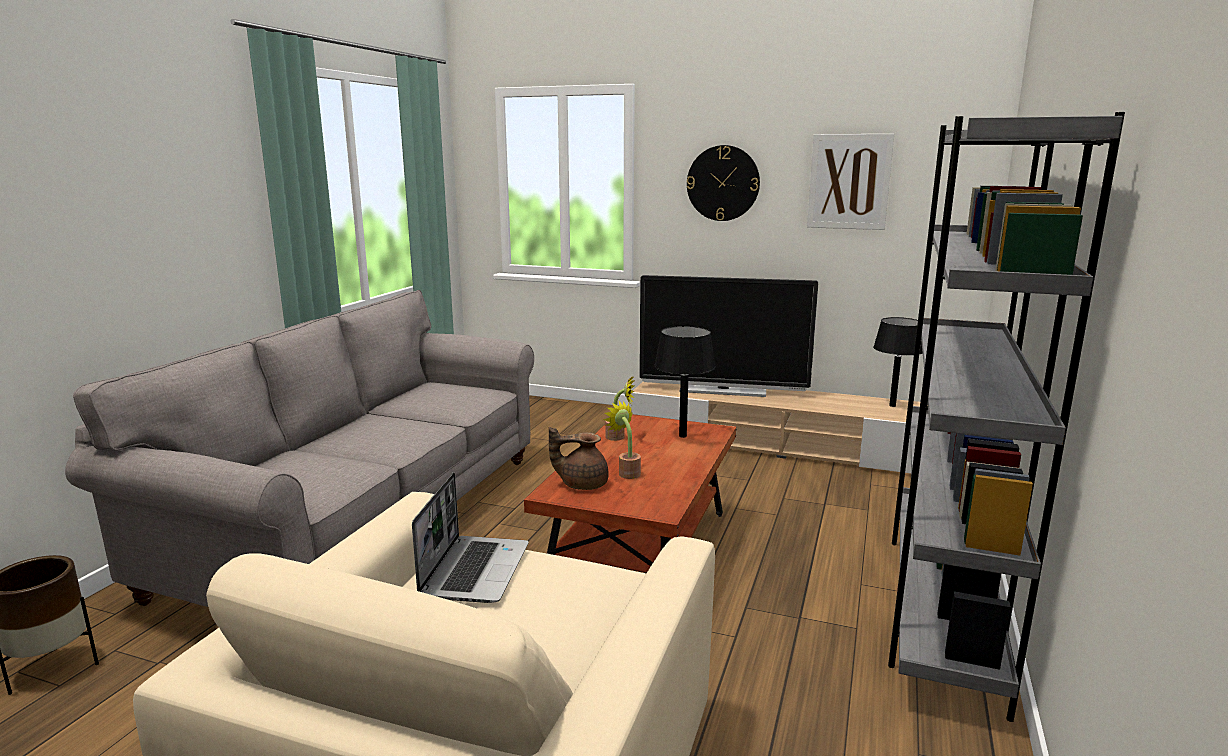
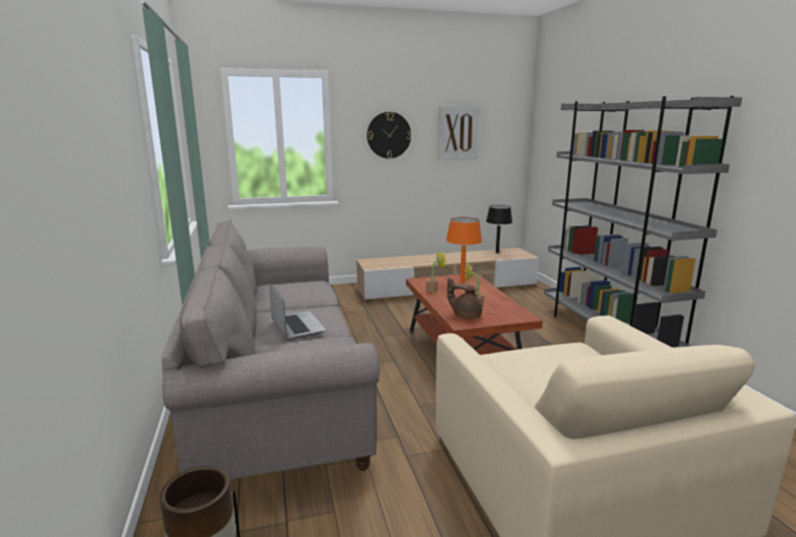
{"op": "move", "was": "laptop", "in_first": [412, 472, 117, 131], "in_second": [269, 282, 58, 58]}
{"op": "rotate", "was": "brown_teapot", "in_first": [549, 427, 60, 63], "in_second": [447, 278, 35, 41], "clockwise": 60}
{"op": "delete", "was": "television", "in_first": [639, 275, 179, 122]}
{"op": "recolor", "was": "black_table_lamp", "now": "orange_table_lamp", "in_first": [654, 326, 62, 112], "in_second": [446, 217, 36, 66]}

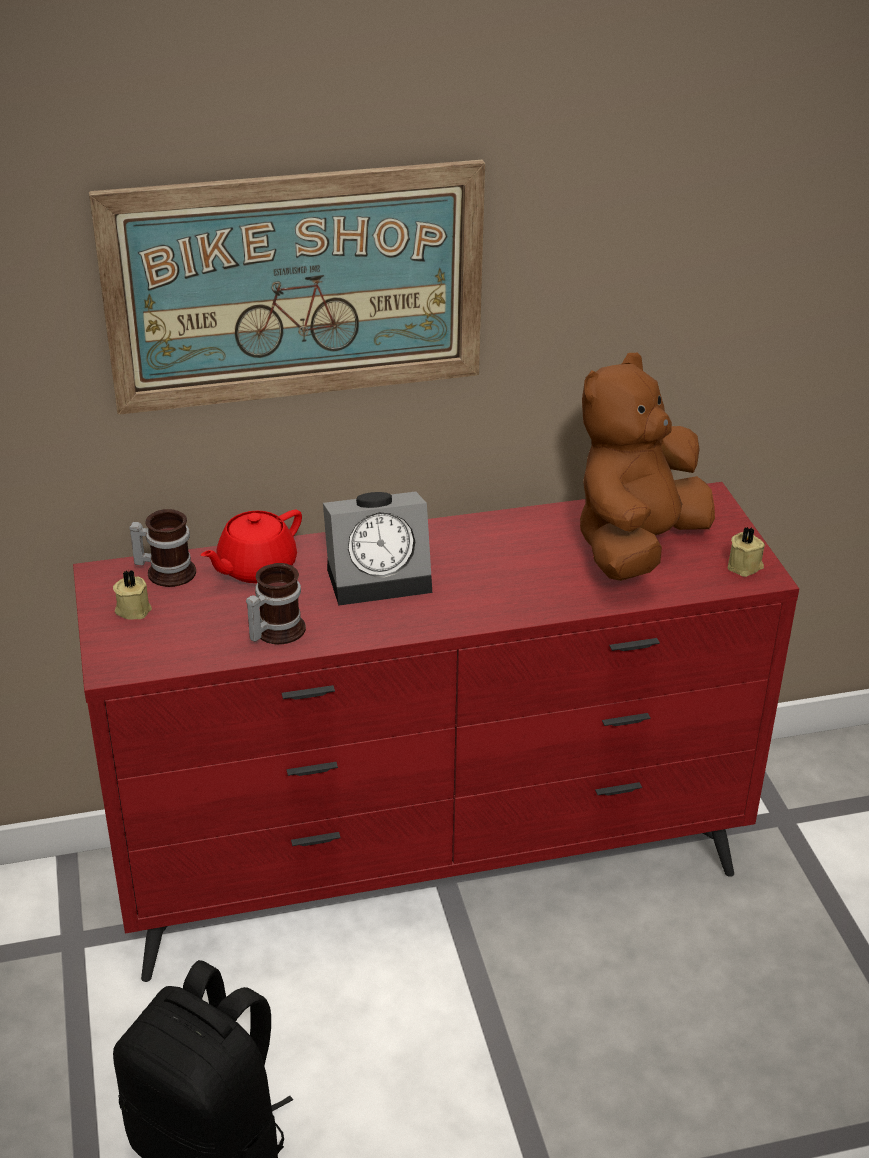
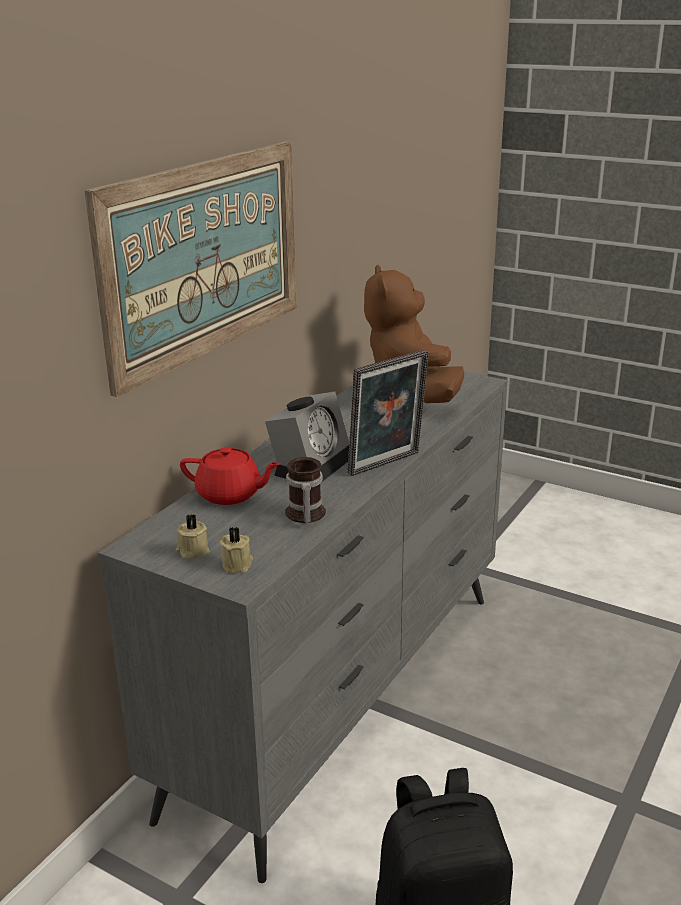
{"op": "recolor", "was": "red_dresser", "now": "grey_dresser", "in_first": [73, 482, 726, 500], "in_second": [98, 372, 409, 511]}
{"op": "delete", "was": "mug", "in_first": [130, 509, 66, 78]}
{"op": "rotate", "was": "red_teapot", "in_first": [201, 510, 101, 73], "in_second": [180, 447, 101, 58], "clockwise": -75}
{"op": "move", "was": "beige_candle", "in_first": [727, 527, 38, 50], "in_second": [220, 527, 33, 46]}
{"op": "insert", "now": "picture_frame", "in_second": [348, 350, 81, 126]}

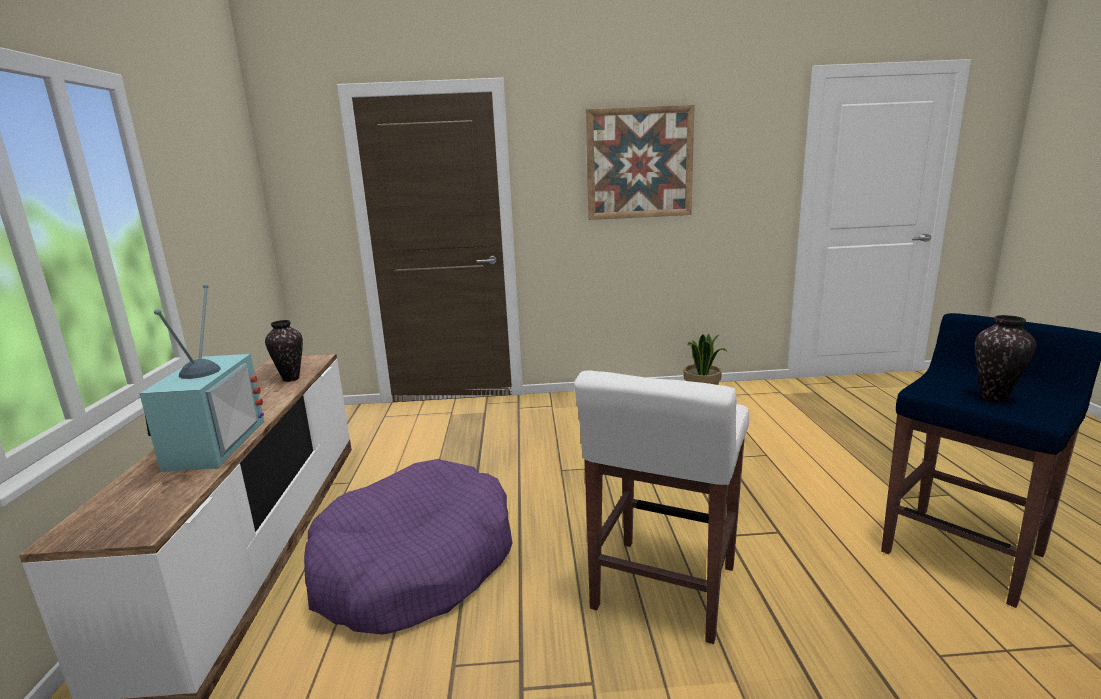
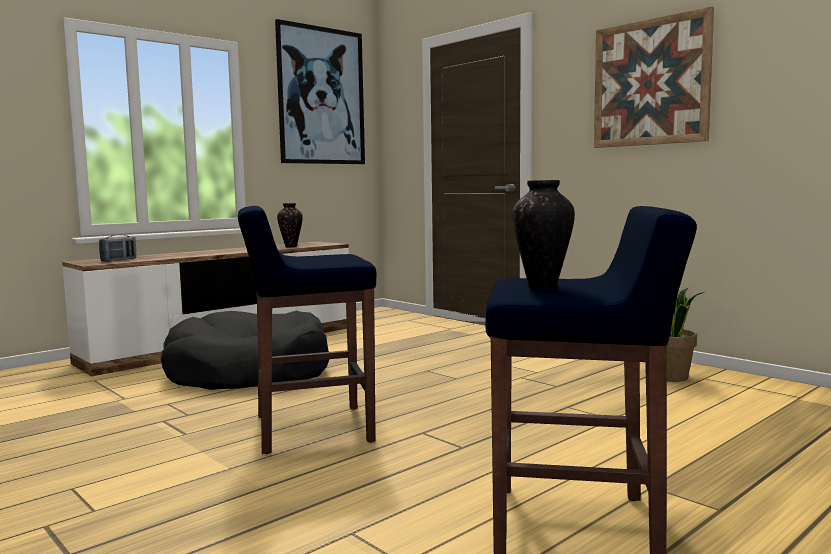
{"op": "delete", "was": "television", "in_first": [139, 284, 125, 188]}
{"op": "recolor", "was": "purple_dog_bed", "now": "black_dog_bed", "in_first": [304, 459, 208, 176], "in_second": [161, 311, 168, 79]}
{"op": "recolor", "was": "white_stool", "now": "blue_stool", "in_first": [574, 371, 175, 273], "in_second": [238, 206, 138, 248]}
{"op": "insert", "now": "radio", "in_second": [99, 235, 37, 27]}
{"op": "insert", "now": "picture", "in_second": [275, 19, 90, 145]}

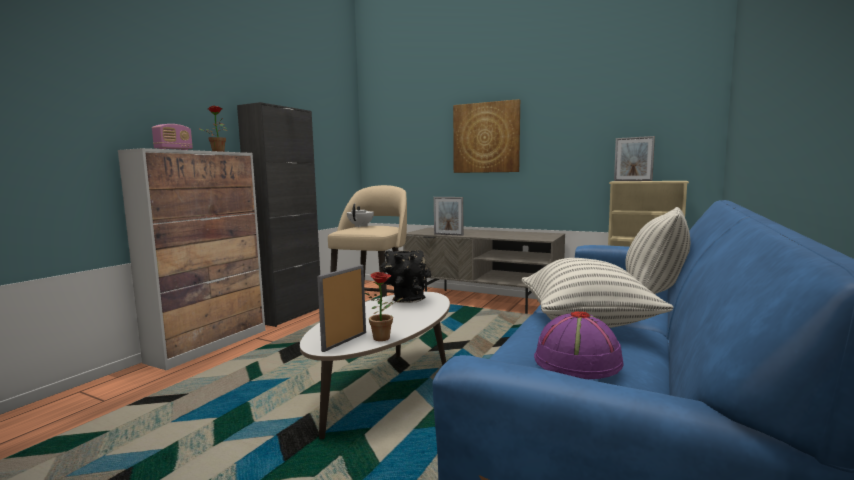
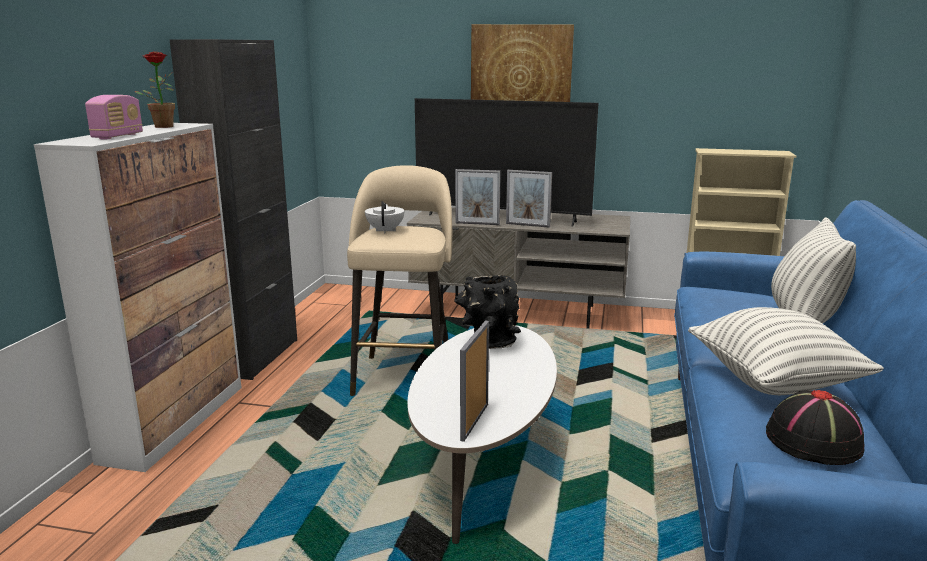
{"op": "delete", "was": "potted_plant", "in_first": [365, 272, 38, 69]}
{"op": "recolor", "was": "purple_hat", "now": "black_hat", "in_first": [534, 311, 90, 68], "in_second": [766, 390, 99, 75]}
{"op": "move", "was": "picture_frame", "in_first": [614, 136, 41, 45], "in_second": [506, 170, 46, 58]}
{"op": "insert", "now": "television", "in_second": [415, 98, 183, 129]}

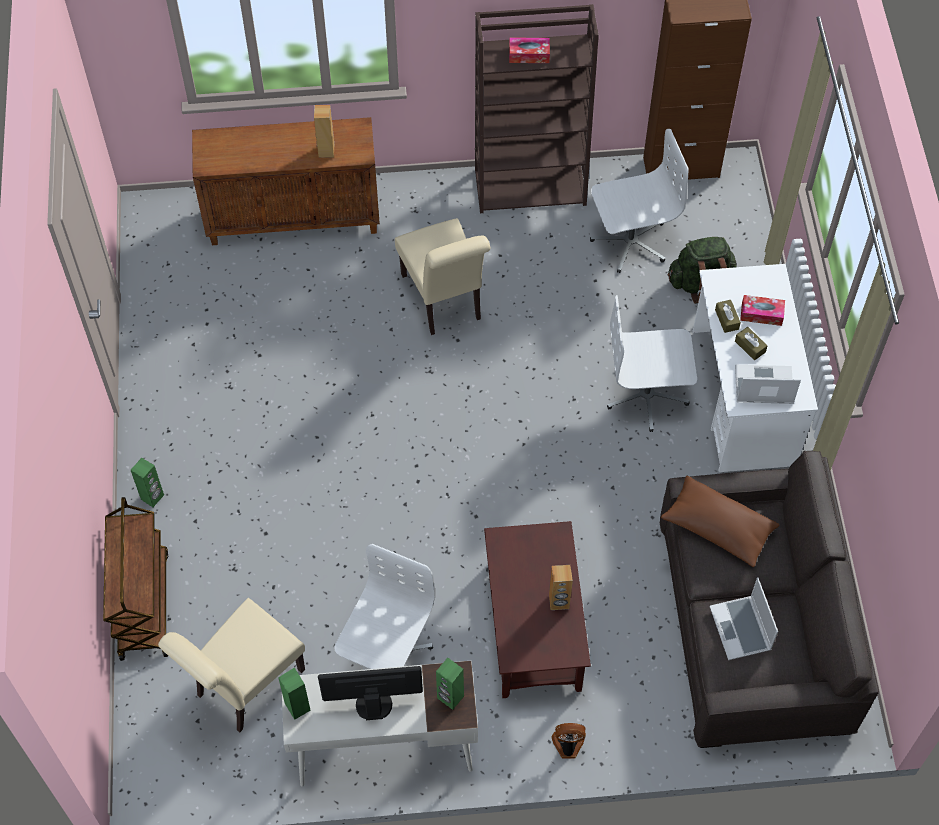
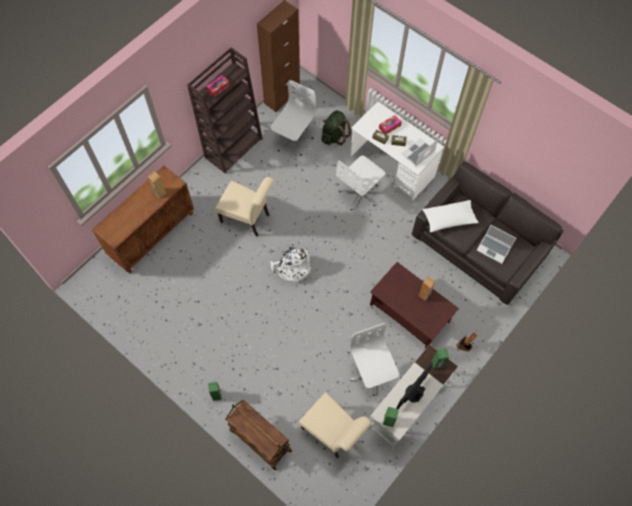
{"op": "rotate", "was": "beige_chair", "in_first": [158, 598, 147, 135], "in_second": [299, 392, 73, 67], "clockwise": -45}
{"op": "recolor", "was": "brown_pillow", "now": "white_pillow", "in_first": [661, 476, 118, 91], "in_second": [423, 200, 55, 32]}
{"op": "insert", "now": "white_backpack", "in_second": [270, 247, 41, 36]}

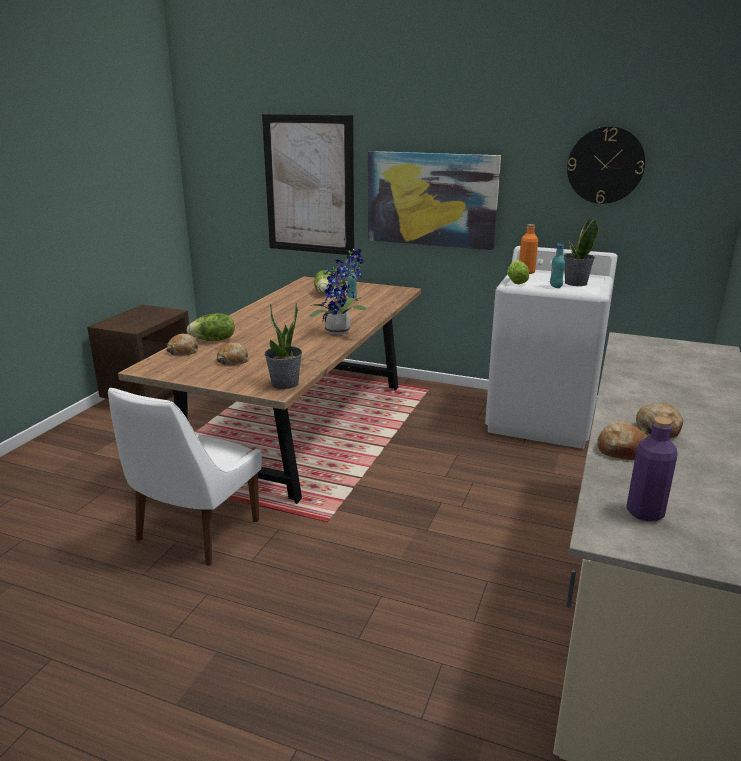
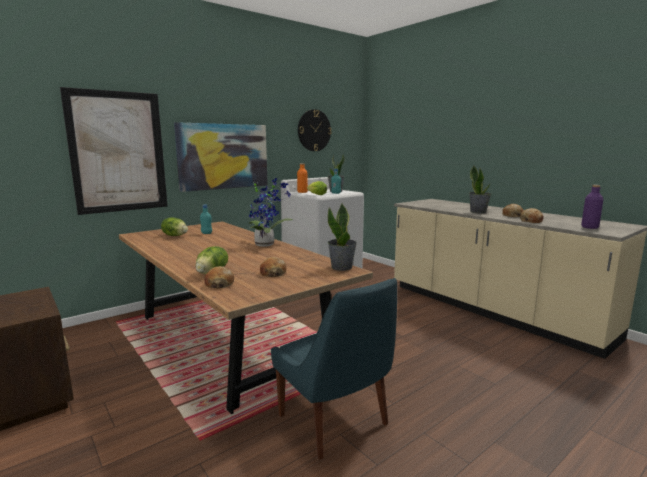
{"op": "recolor", "was": "white_chair", "now": "blue_chair", "in_first": [108, 387, 154, 178], "in_second": [271, 278, 126, 181]}
{"op": "insert", "now": "potted_plant", "in_second": [469, 165, 22, 48]}

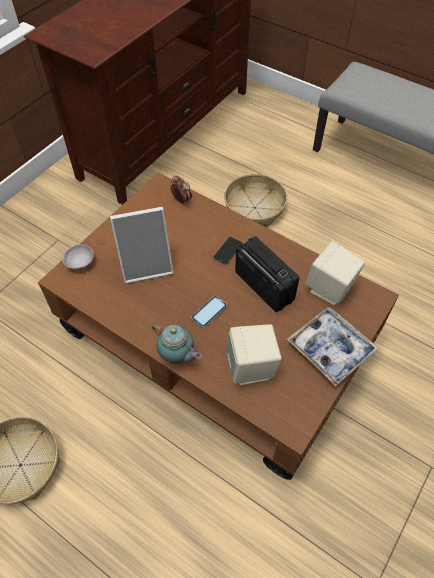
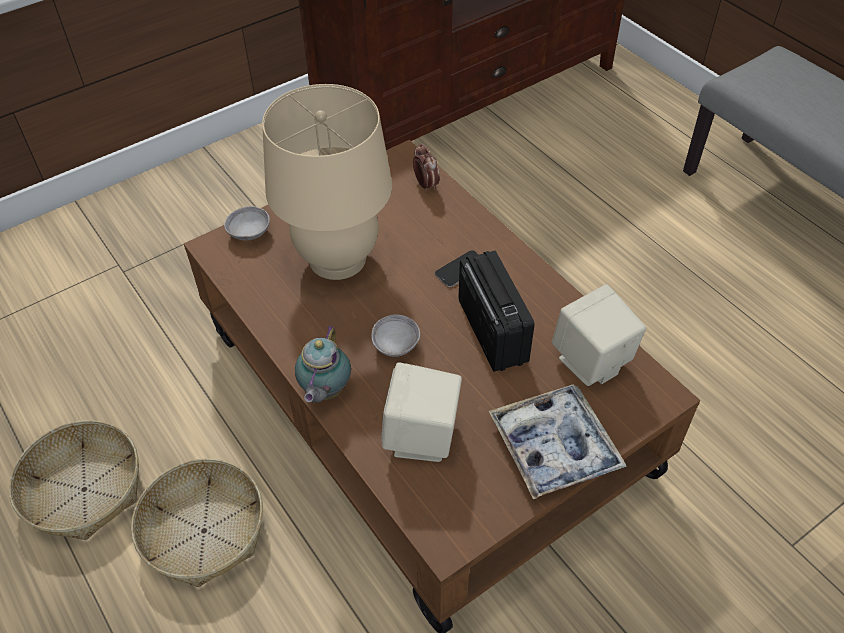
{"op": "replace", "was": "picture_frame", "now": "beige_table_lamp", "in_first": [110, 207, 64, 77], "in_second": [262, 84, 130, 196]}
{"op": "rotate", "was": "teapot", "in_first": [152, 323, 50, 41], "in_second": [295, 325, 56, 78], "clockwise": 45}
{"op": "replace", "was": "phone", "now": "grey_bowl", "in_first": [191, 296, 36, 32], "in_second": [371, 315, 49, 42]}
{"op": "move", "was": "basket", "in_first": [224, 174, 63, 54], "in_second": [131, 458, 132, 129]}

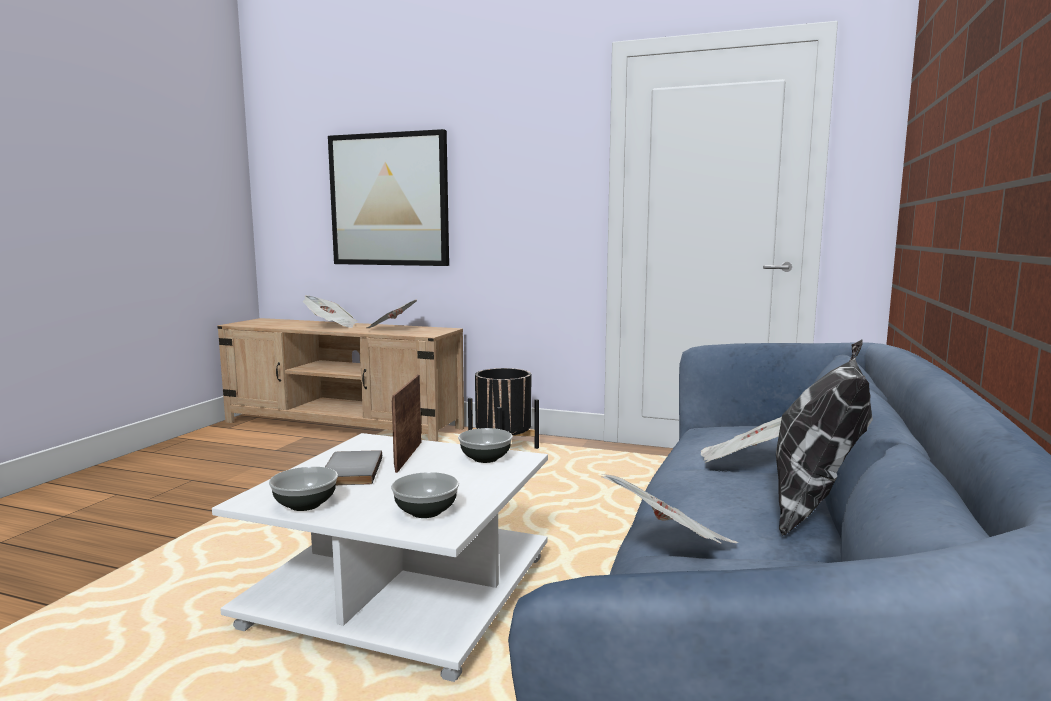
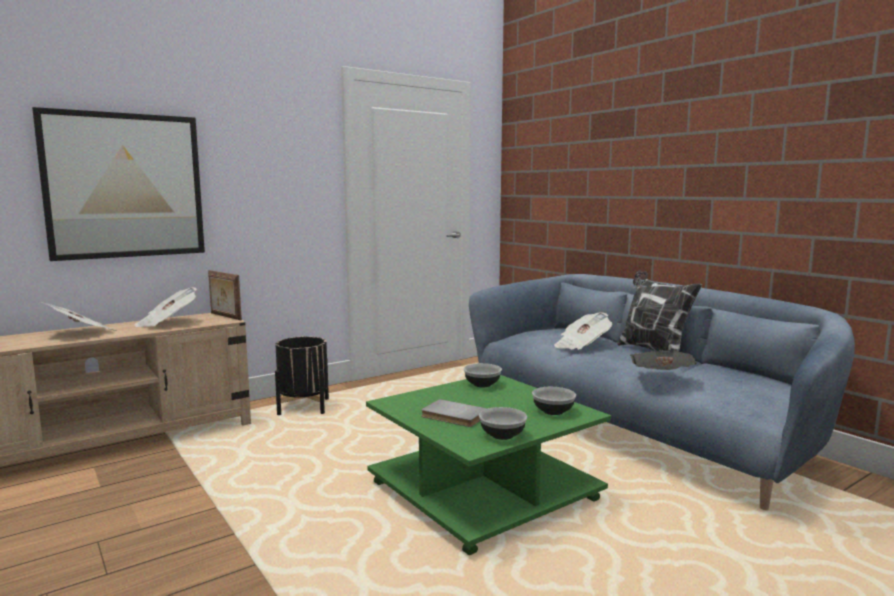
{"op": "recolor", "was": "white_coffee_table", "now": "green_coffee_table", "in_first": [212, 433, 336, 249], "in_second": [366, 375, 245, 180]}
{"op": "move", "was": "picture_frame", "in_first": [392, 375, 29, 98], "in_second": [208, 270, 34, 50]}

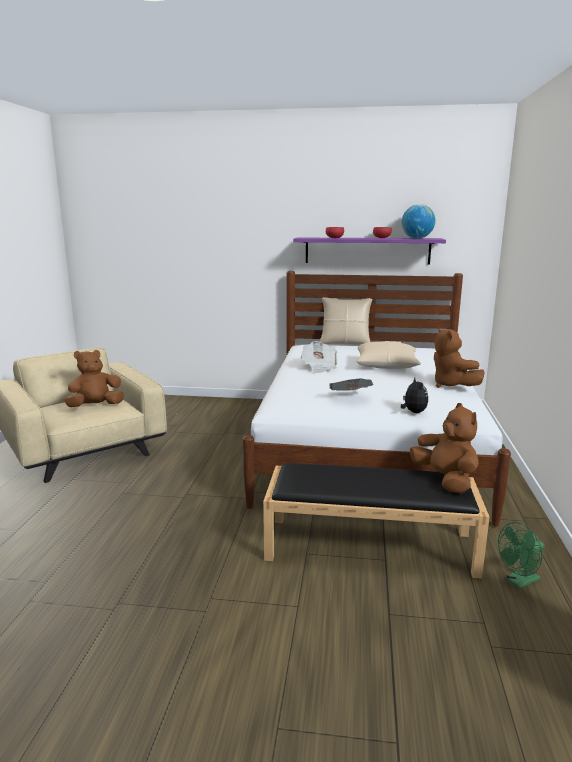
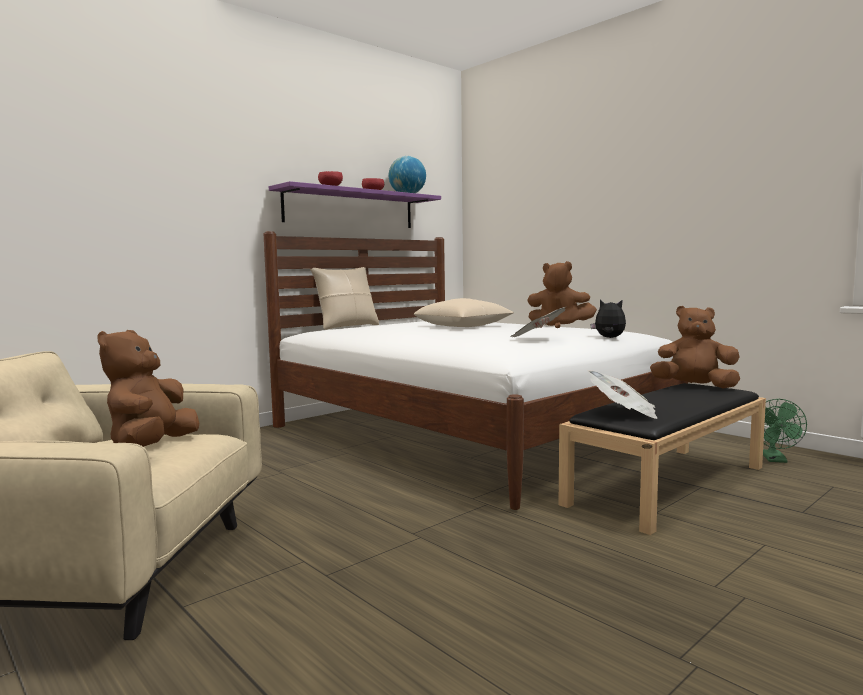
{"op": "move", "was": "newspaper", "in_first": [301, 341, 36, 32], "in_second": [588, 370, 69, 49]}

